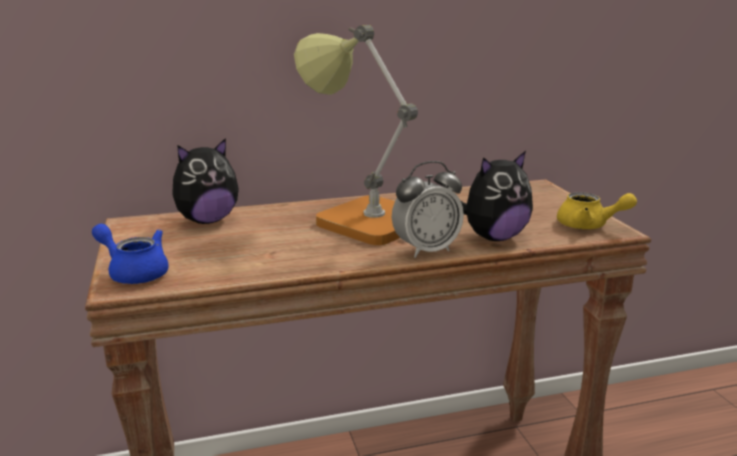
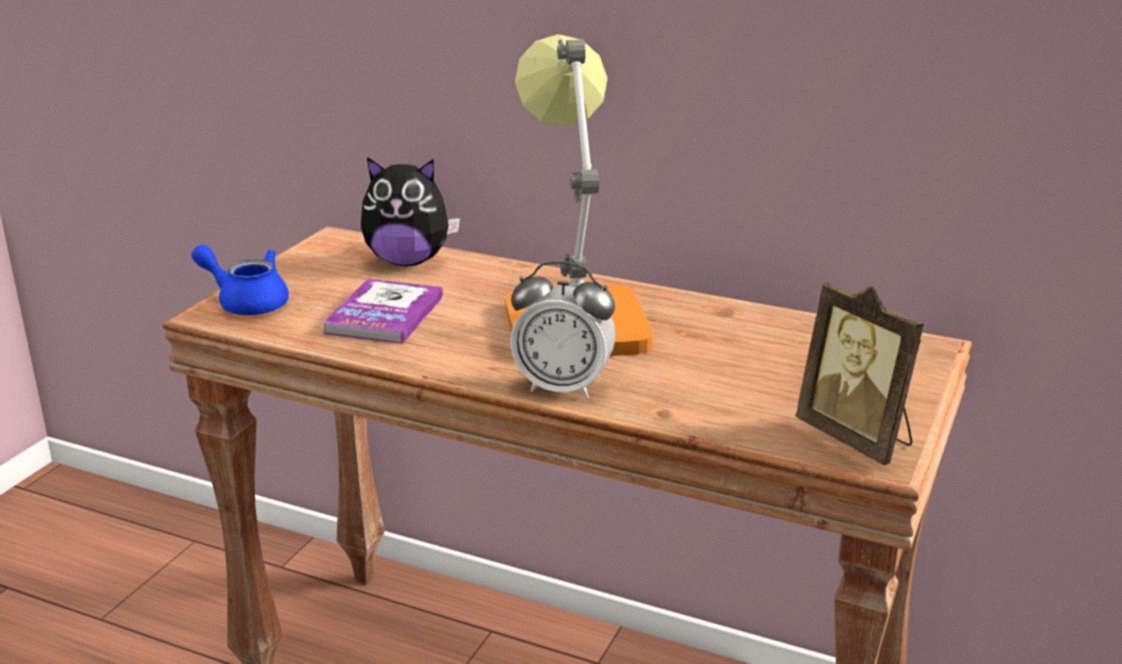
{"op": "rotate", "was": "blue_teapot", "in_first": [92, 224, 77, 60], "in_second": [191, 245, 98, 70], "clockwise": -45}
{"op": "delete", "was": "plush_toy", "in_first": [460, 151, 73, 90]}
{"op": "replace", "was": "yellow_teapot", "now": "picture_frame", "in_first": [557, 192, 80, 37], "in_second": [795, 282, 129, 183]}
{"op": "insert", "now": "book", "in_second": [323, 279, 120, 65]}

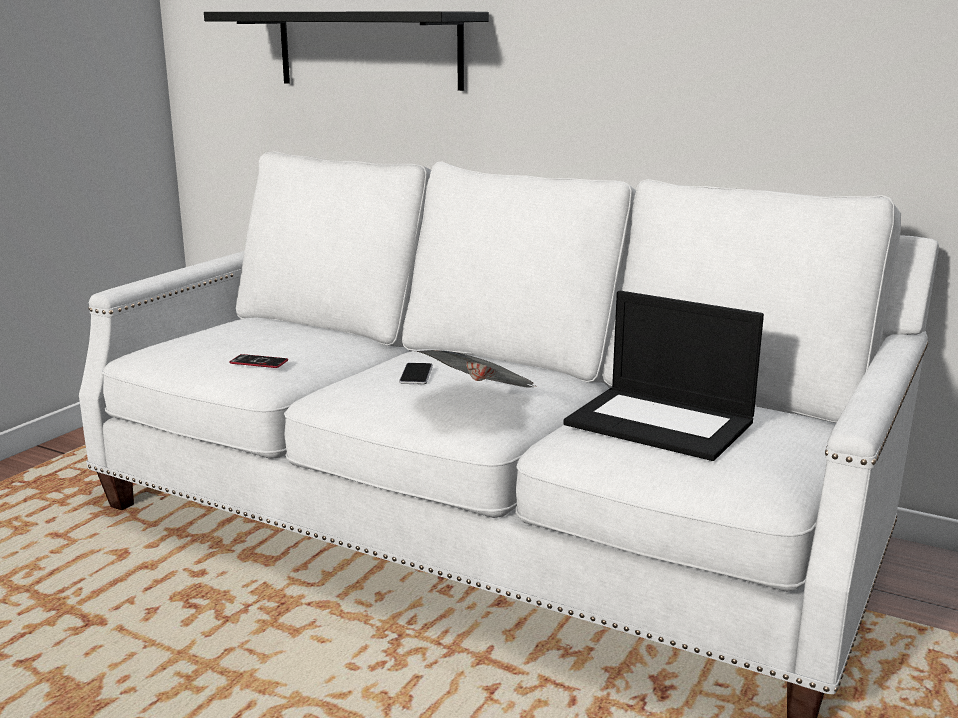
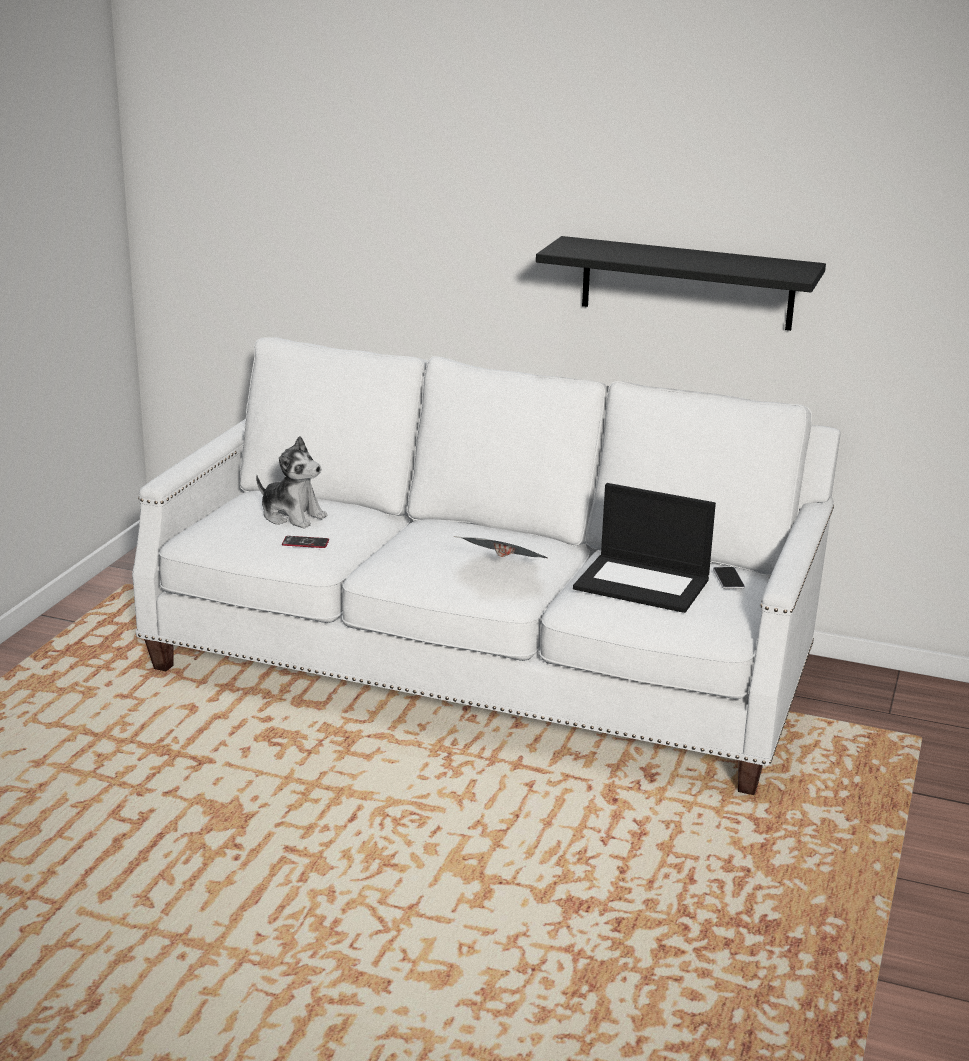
{"op": "move", "was": "black_shelf", "in_first": [204, 11, 285, 80], "in_second": [536, 236, 290, 95]}
{"op": "move", "was": "phone", "in_first": [399, 363, 34, 21], "in_second": [713, 567, 32, 22]}
{"op": "insert", "now": "plush_toy", "in_second": [256, 436, 71, 93]}

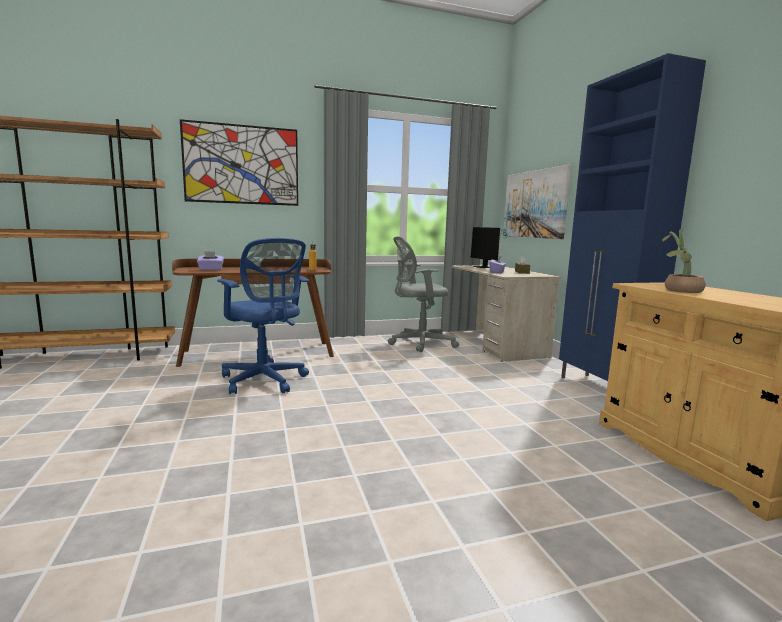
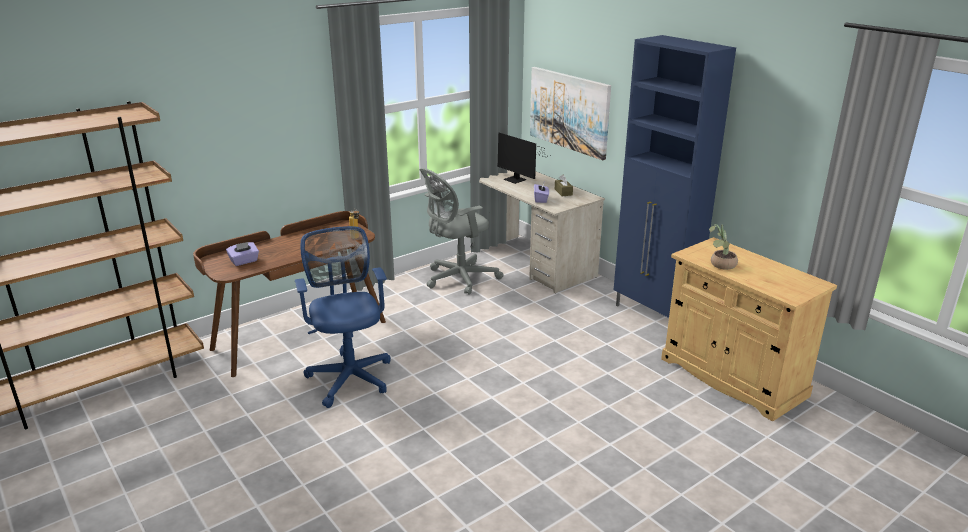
{"op": "delete", "was": "picture", "in_first": [180, 119, 118, 87]}
{"op": "rotate", "was": "blue_office_chair", "in_first": [217, 238, 92, 156], "in_second": [295, 226, 96, 182], "clockwise": -135}

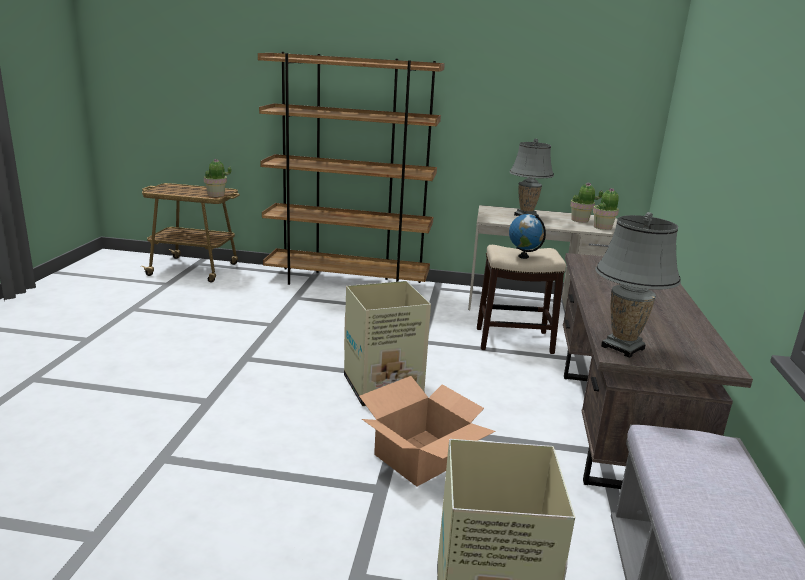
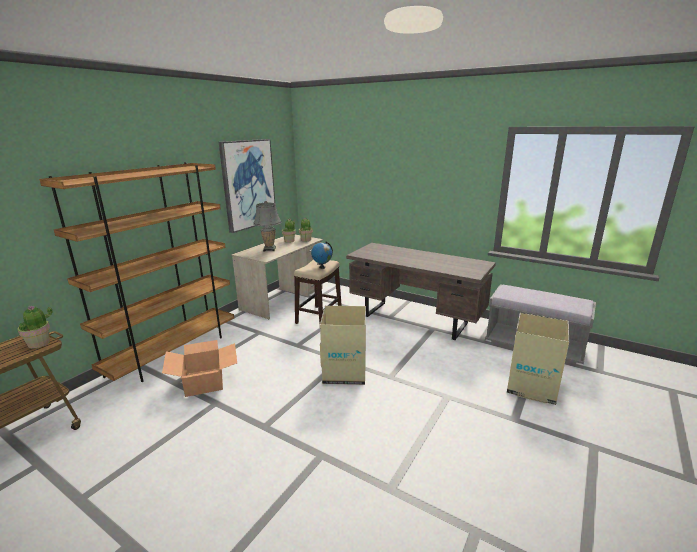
{"op": "move", "was": "cardboard_box", "in_first": [359, 376, 136, 110], "in_second": [162, 340, 75, 57]}
{"op": "delete", "was": "grey_table_lamp", "in_first": [595, 212, 86, 146]}
{"op": "insert", "now": "picture", "in_second": [219, 139, 56, 94]}

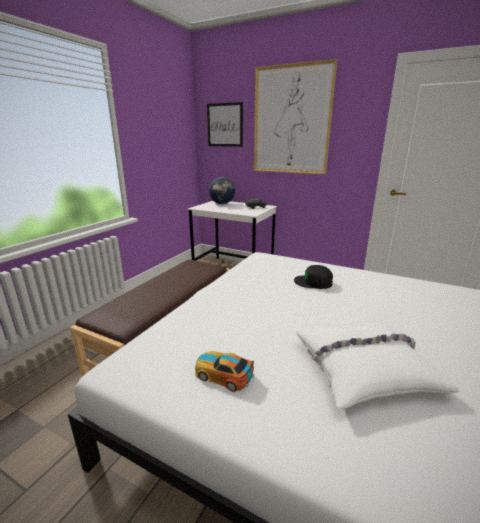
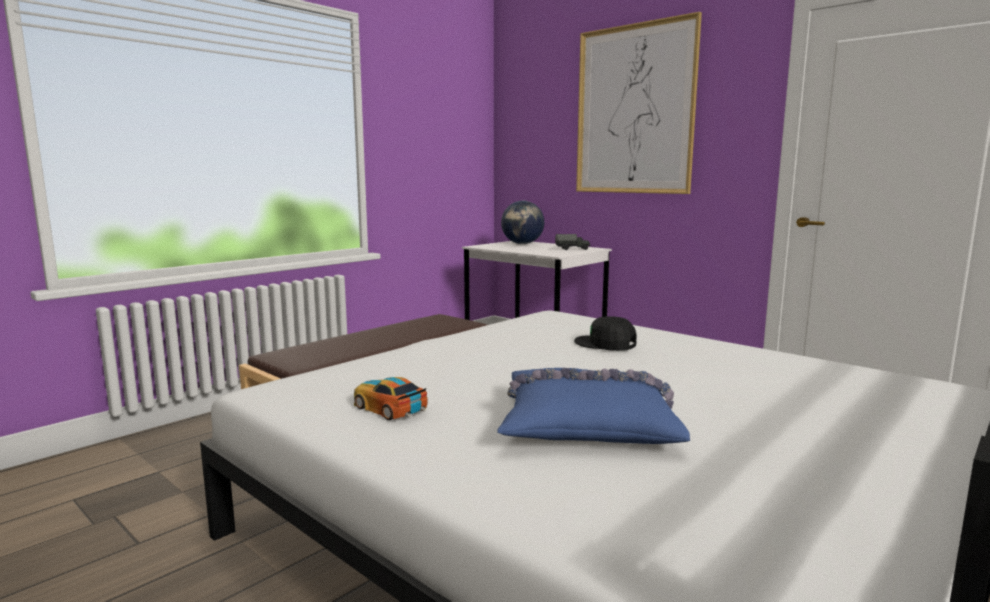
{"op": "delete", "was": "picture", "in_first": [207, 102, 36, 45]}
{"op": "recolor", "was": "white_pillow", "now": "blue_pillow", "in_first": [295, 322, 164, 87], "in_second": [497, 368, 193, 76]}

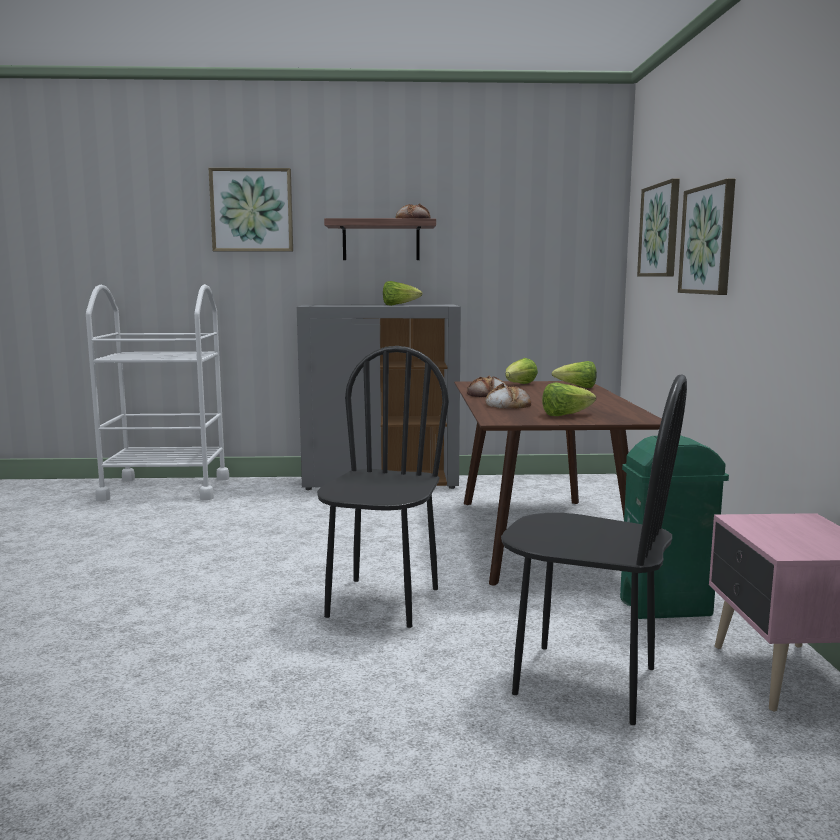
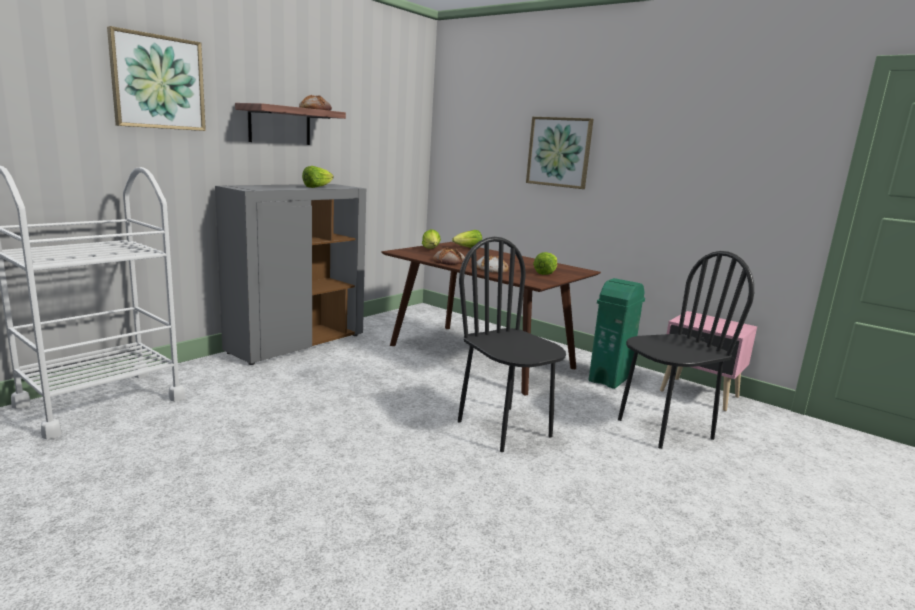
{"op": "delete", "was": "picture", "in_first": [637, 179, 43, 98]}

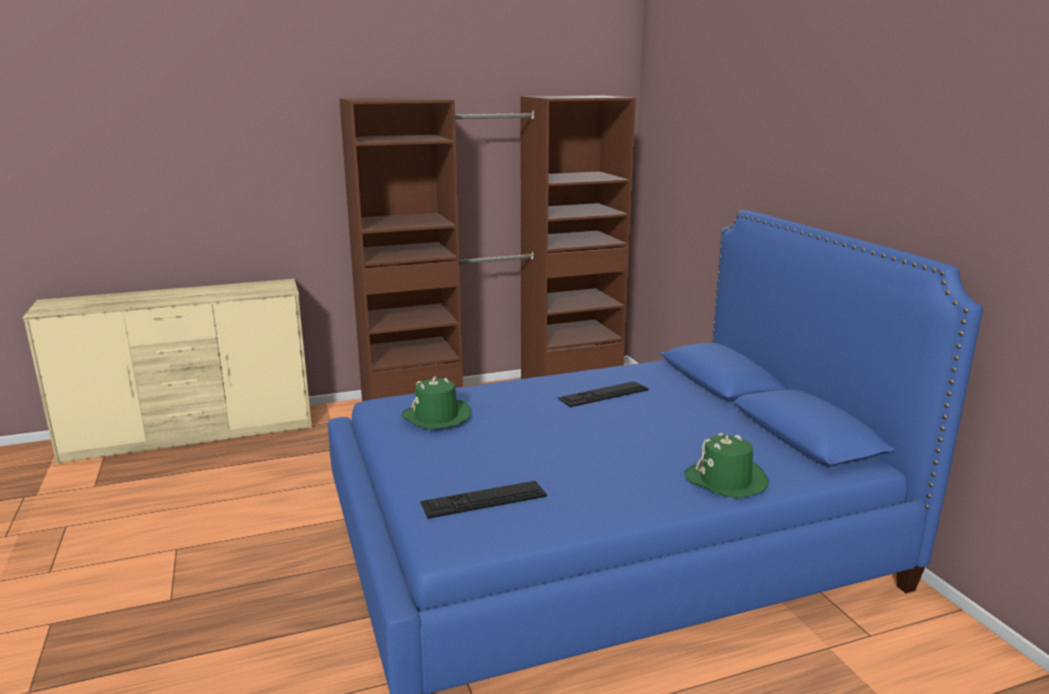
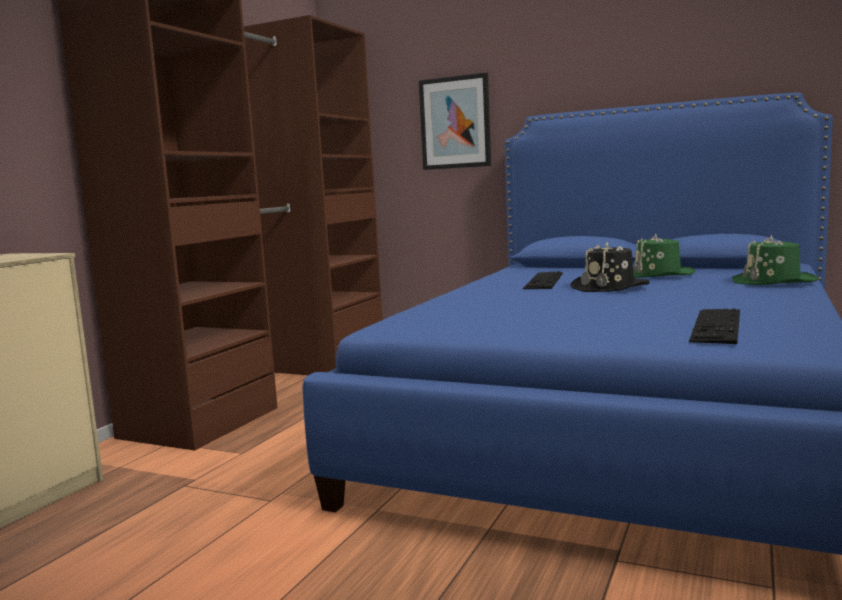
{"op": "move", "was": "green_hat", "in_first": [402, 377, 69, 52], "in_second": [633, 233, 63, 44]}
{"op": "insert", "now": "picture", "in_second": [419, 72, 72, 98]}
{"op": "insert", "now": "black_hat", "in_second": [570, 242, 80, 50]}

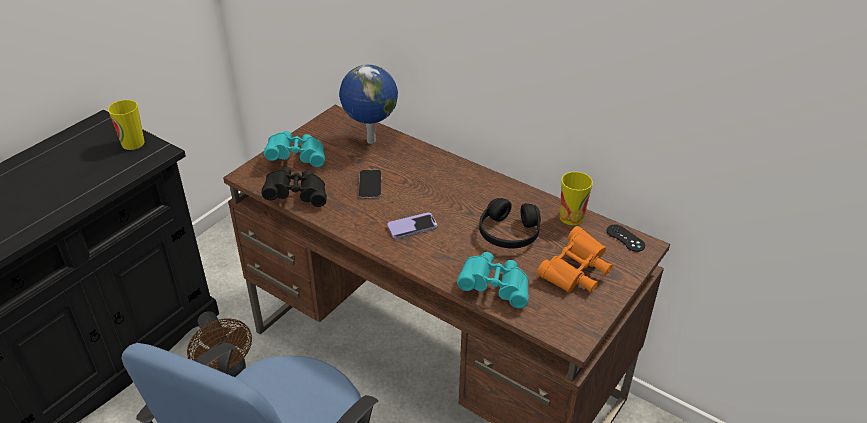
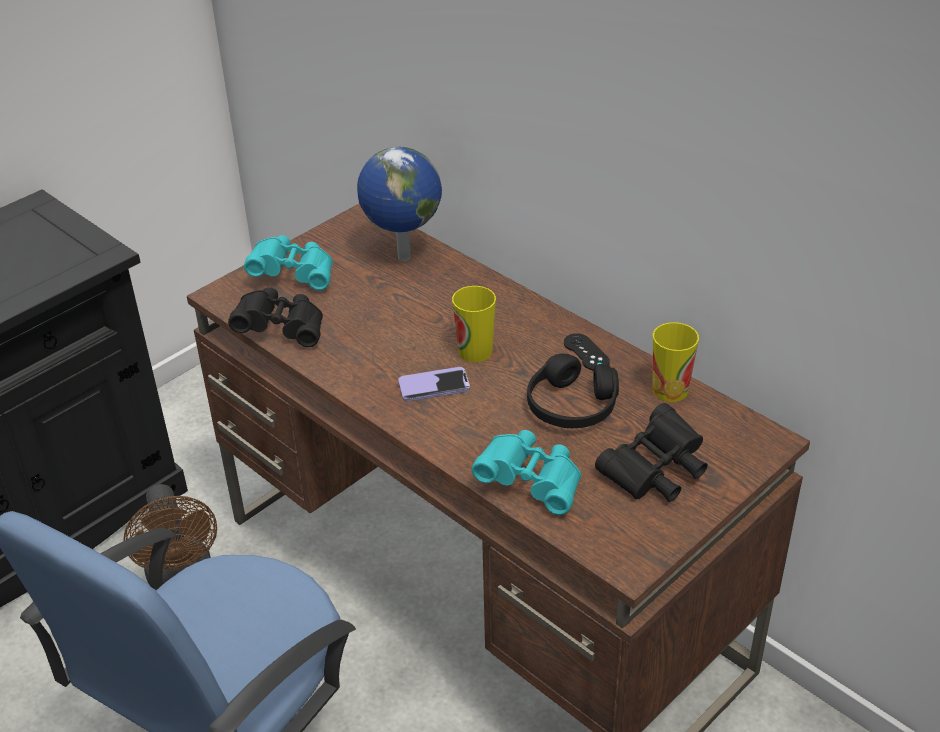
{"op": "move", "was": "cup", "in_first": [108, 100, 37, 50], "in_second": [452, 286, 44, 76]}
{"op": "delete", "was": "phone", "in_first": [359, 170, 22, 28]}
{"op": "recolor", "was": "orange_binoculars", "now": "black_binoculars", "in_first": [537, 226, 75, 67], "in_second": [595, 403, 113, 99]}
{"op": "move", "was": "black_game_controller", "in_first": [607, 225, 38, 27], "in_second": [564, 333, 46, 38]}

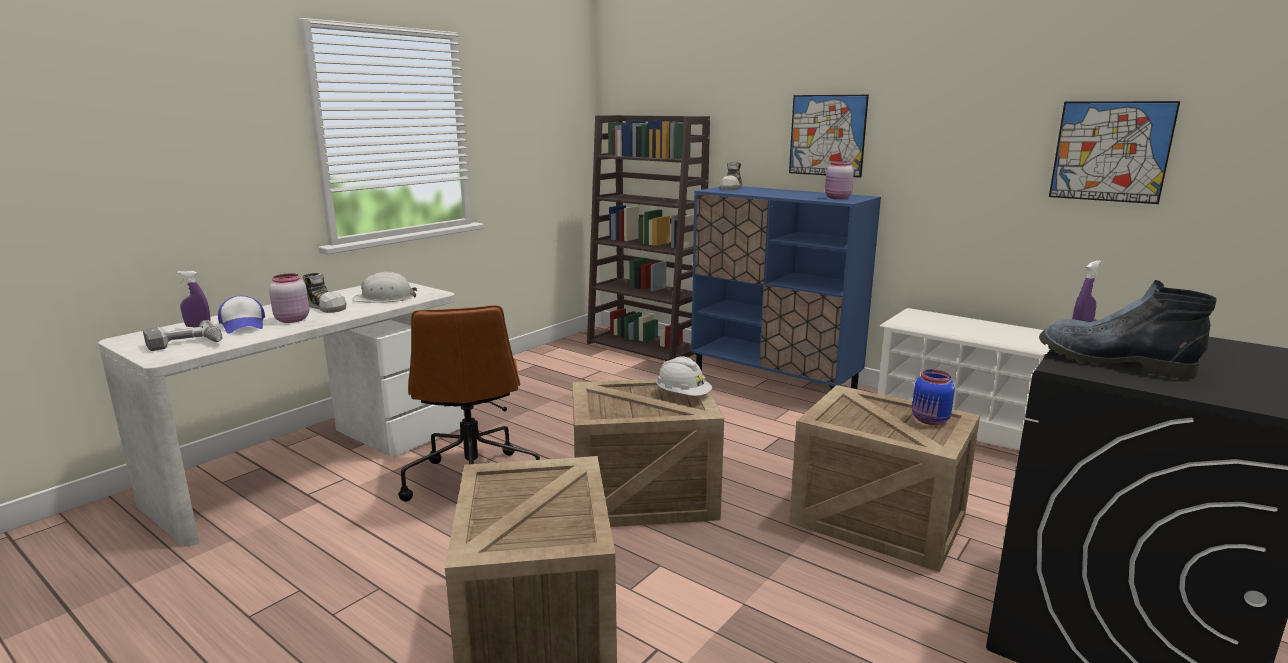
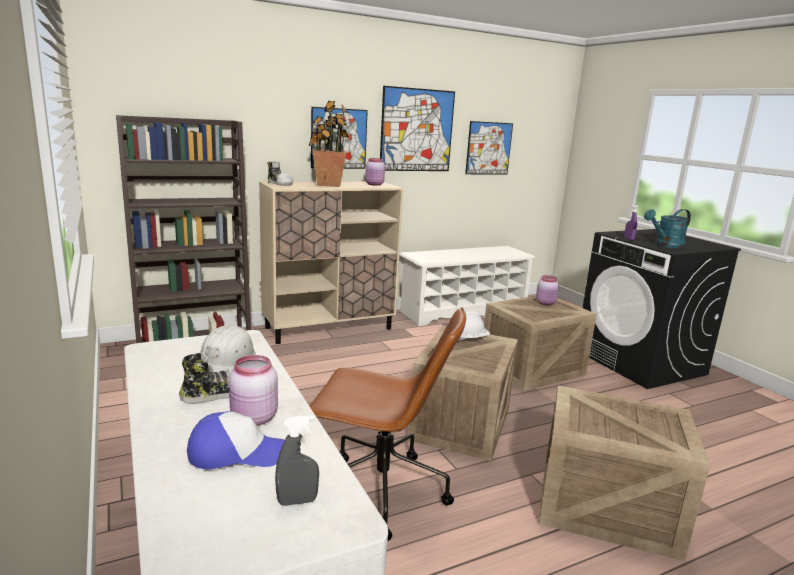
{"op": "replace", "was": "power_drill", "now": "grey_spray_bottle", "in_first": [143, 320, 79, 31], "in_second": [275, 415, 44, 91]}
{"op": "delete", "was": "purple_spray_bottle", "in_first": [177, 271, 33, 56]}
{"op": "recolor", "was": "blue_cabinet", "now": "beige_cabinet", "in_first": [691, 186, 190, 204], "in_second": [259, 181, 144, 163]}
{"op": "recolor", "was": "blue_jar", "now": "pink_jar", "in_first": [912, 369, 43, 56], "in_second": [536, 275, 23, 31]}
{"op": "replace", "was": "boot", "now": "turquoise_watering_can", "in_first": [1039, 280, 178, 99], "in_second": [644, 209, 47, 39]}
{"op": "insert", "now": "potted_plant", "in_second": [308, 101, 41, 86]}
{"op": "insert", "now": "picture", "in_second": [380, 86, 75, 85]}

